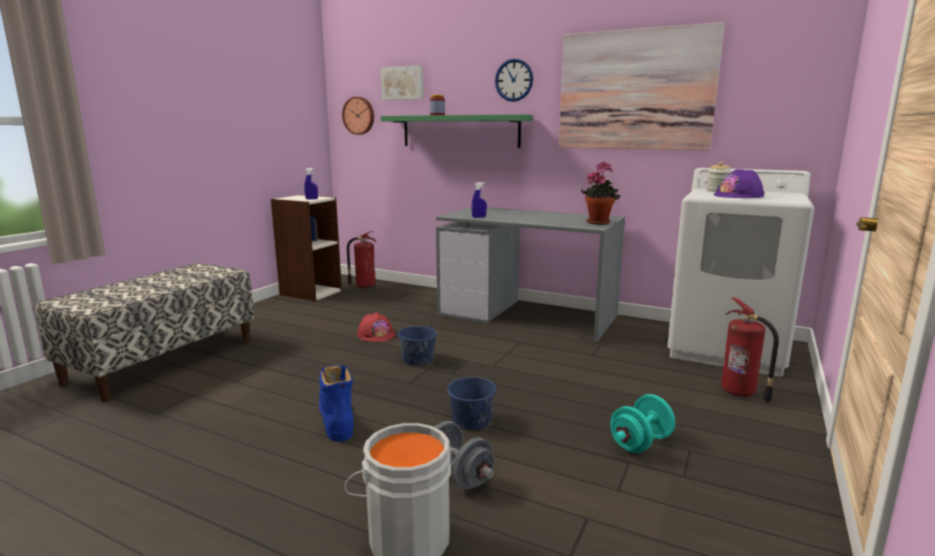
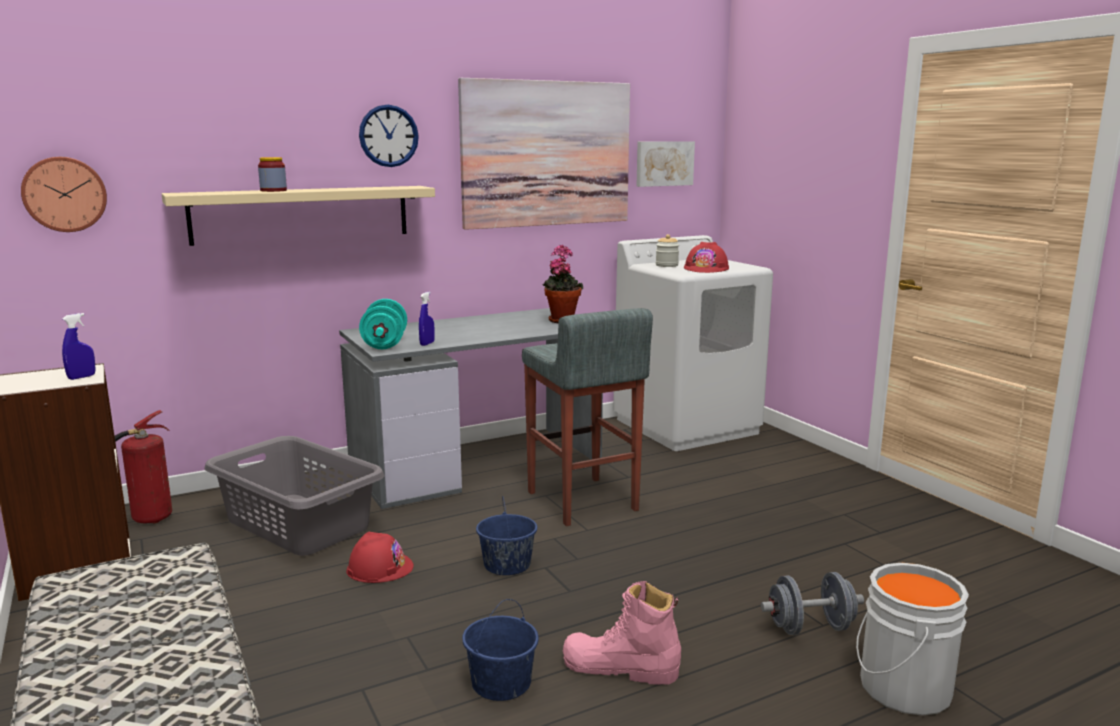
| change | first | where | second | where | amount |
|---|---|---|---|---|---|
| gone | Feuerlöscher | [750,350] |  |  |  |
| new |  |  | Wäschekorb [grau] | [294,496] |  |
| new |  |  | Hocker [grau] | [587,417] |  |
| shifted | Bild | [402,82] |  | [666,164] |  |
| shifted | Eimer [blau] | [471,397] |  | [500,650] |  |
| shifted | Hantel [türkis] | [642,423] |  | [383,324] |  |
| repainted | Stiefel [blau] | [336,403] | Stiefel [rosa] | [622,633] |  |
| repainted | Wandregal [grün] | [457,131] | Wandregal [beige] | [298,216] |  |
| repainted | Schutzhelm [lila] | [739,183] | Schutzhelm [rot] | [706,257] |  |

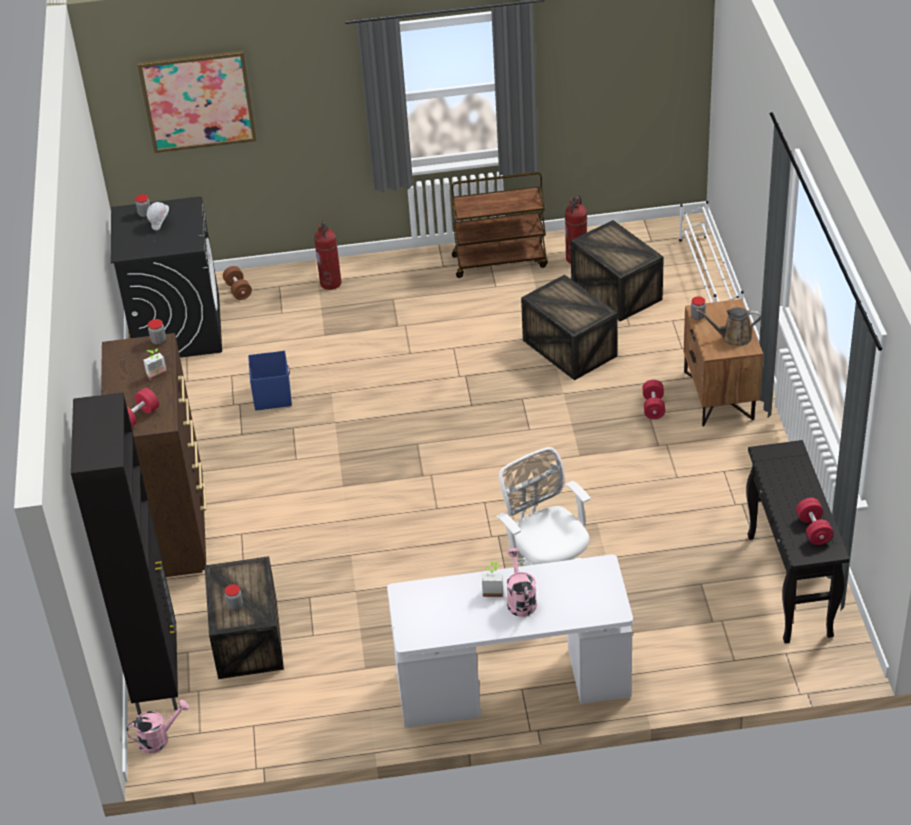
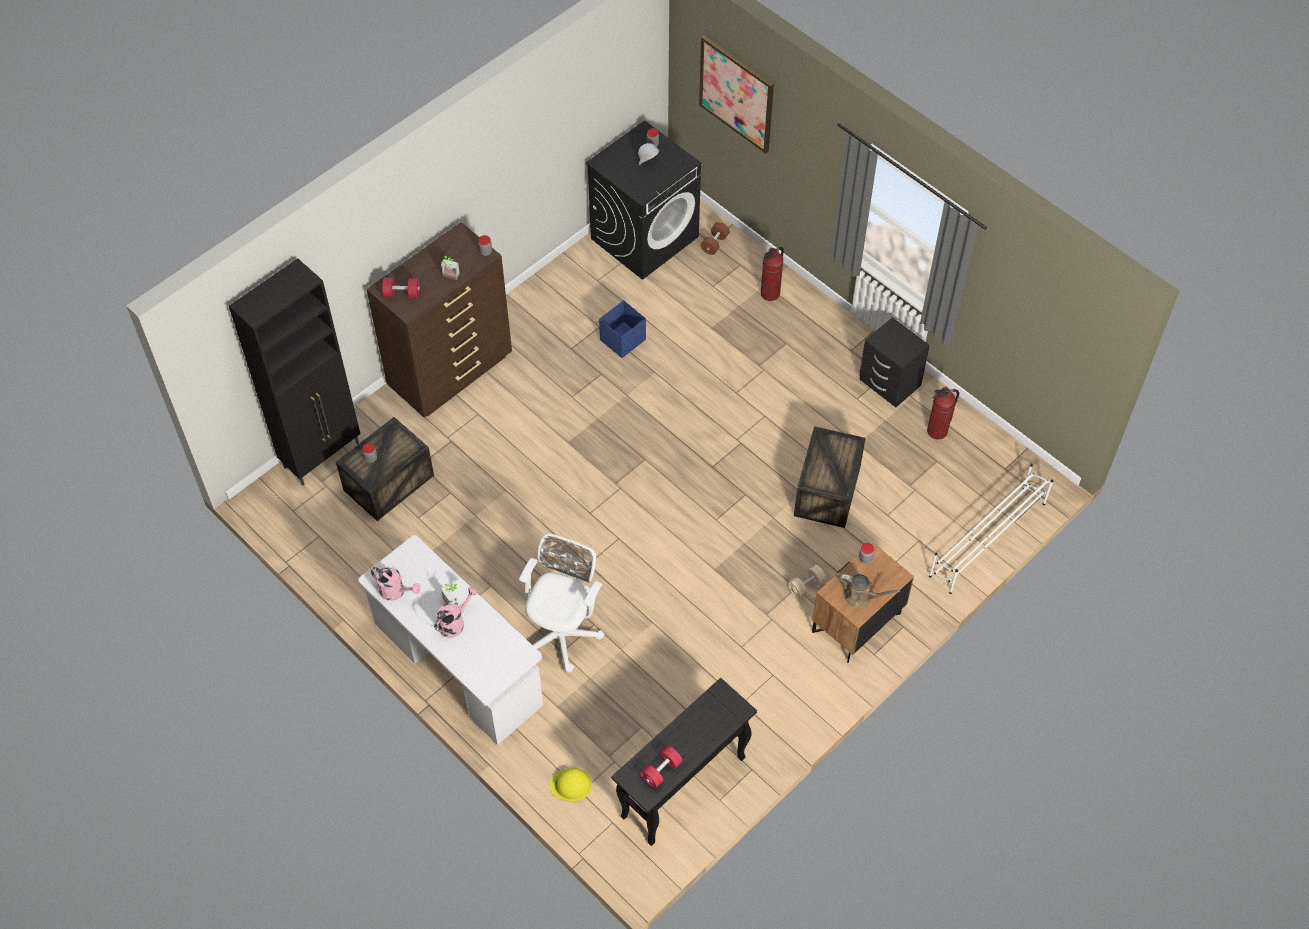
| change | first | where | second | where | amount |
|---|---|---|---|---|---|
| gone | Kiste | [617,271] |  |  |  |
| new |  |  | Schutzhelm [gelb] | [571,784] |  |
| shifted | Gießkanne [rosa] | [158,726] |  | [396,584] |  |
| swapped | Rollwagen [braun] | [499,225] | Nachttisch [schwarz] | [894,362] |  |
| repainted | Hantel [rot] | [653,399] | Hantel [beige] | [807,582] |  |
| rotated | Gießkanne [braun] | [728,326] |  | [869,591] | 150 degrees clockwise |

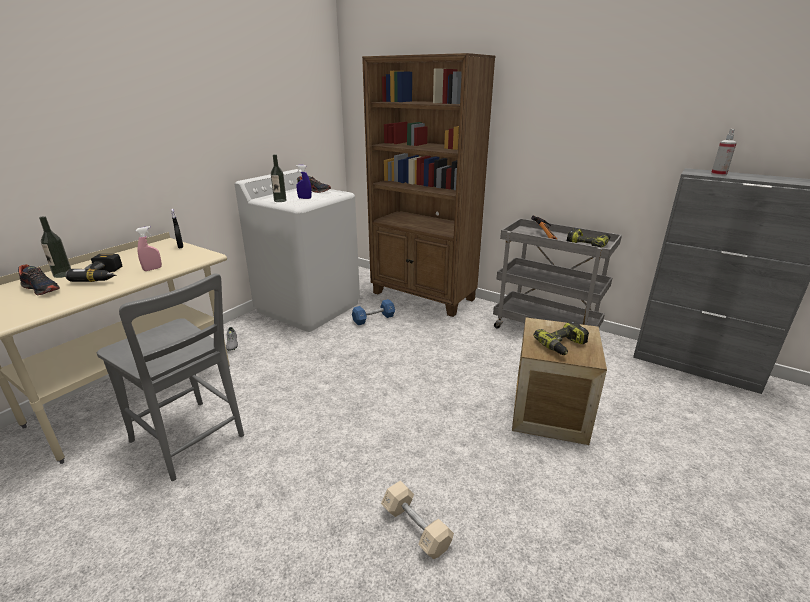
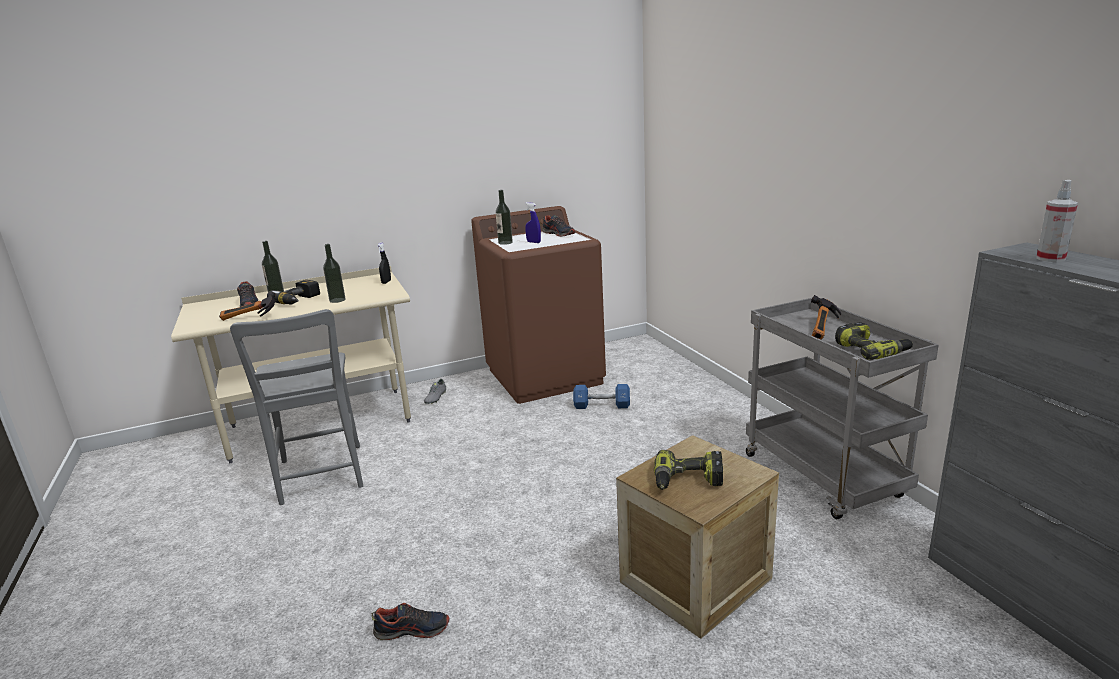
| change | first | where | second | where | amount |
|---|---|---|---|---|---|
| gone | Bücherregal [braun] | [428,185] |  |  |  |
| new |  |  | Hammer | [247,306] |  |
| swapped | Sprühflasche [rosa] | [149,248] | Flasche | [334,273] |  |
| swapped | Hantel [beige] | [417,520] | Schuh | [411,622] |  |
| repainted | Waschmaschine [weiß] | [297,250] | Waschmaschine [braun] | [538,305] |  |

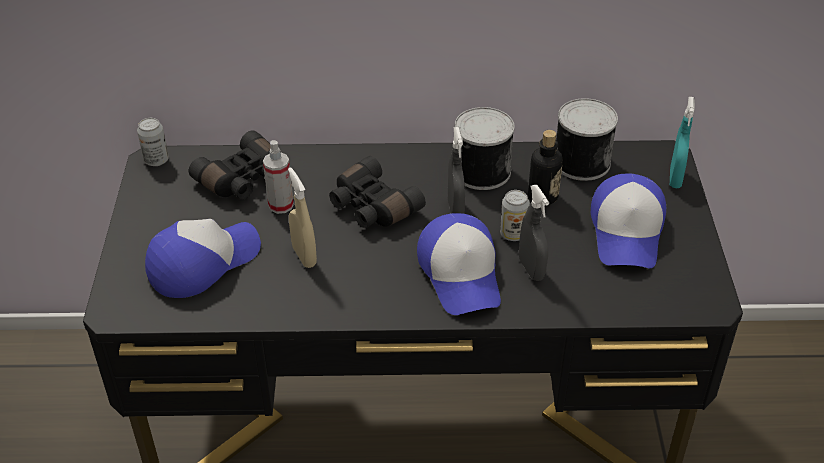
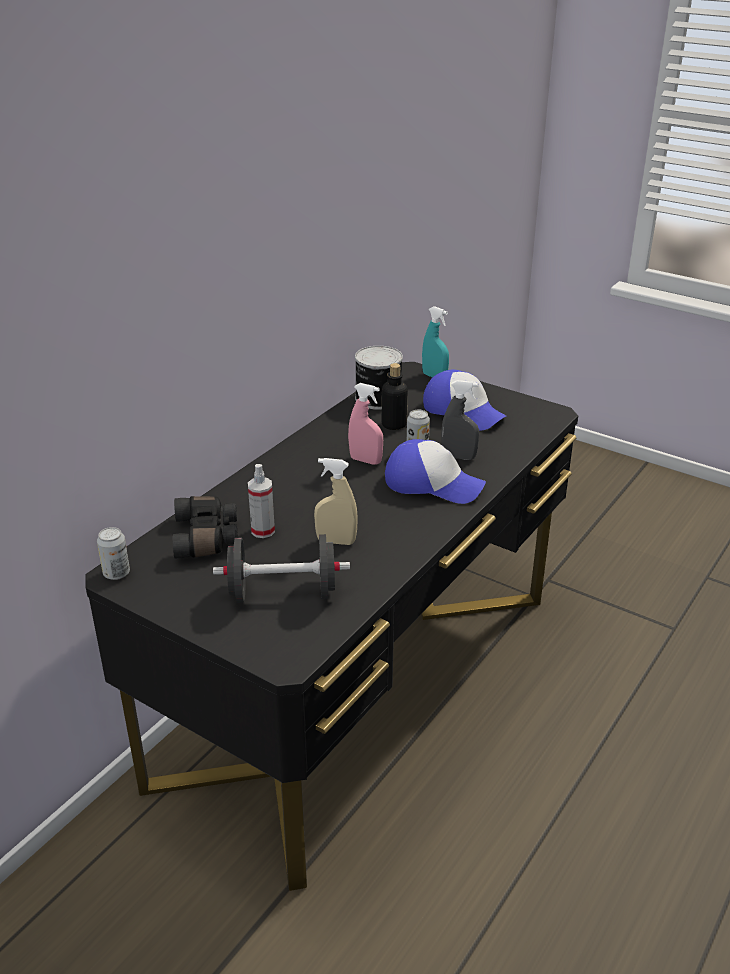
| change | first | where | second | where | amount |
|---|---|---|---|---|---|
| gone | Fernglas [schwarz] | [377,192] |  |  |  |
| gone | Dose | [485,148] |  |  |  |
| swapped | Kappe | [203,258] | Hantel [schwarz] | [281,568] |  |
| repainted | Sprühflasche [grau] | [456,170] | Sprühflasche [rosa] | [365,424] |  |

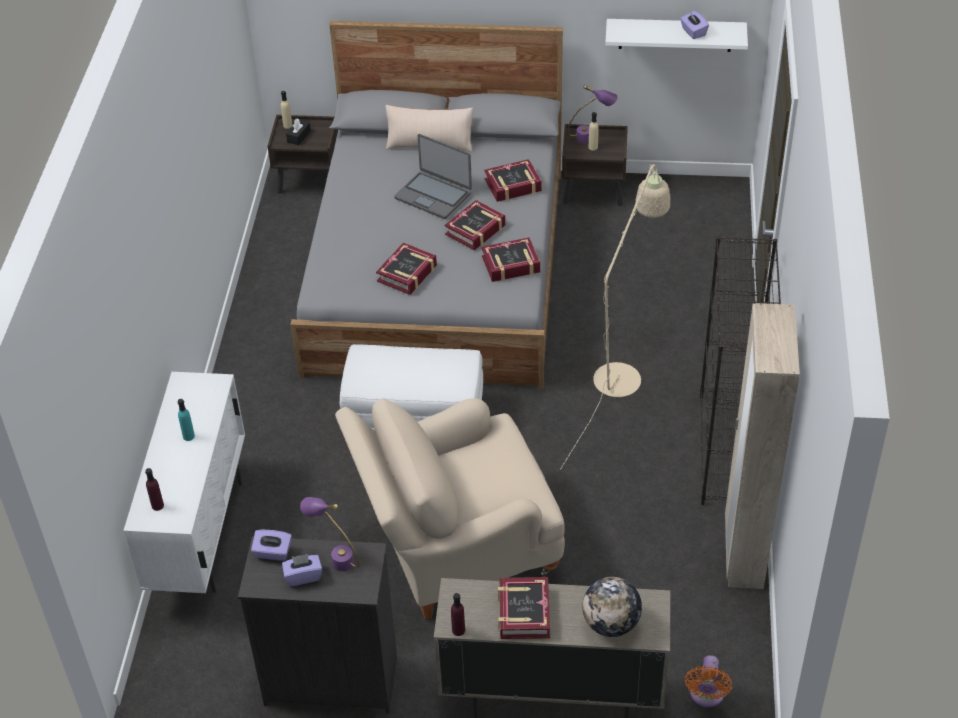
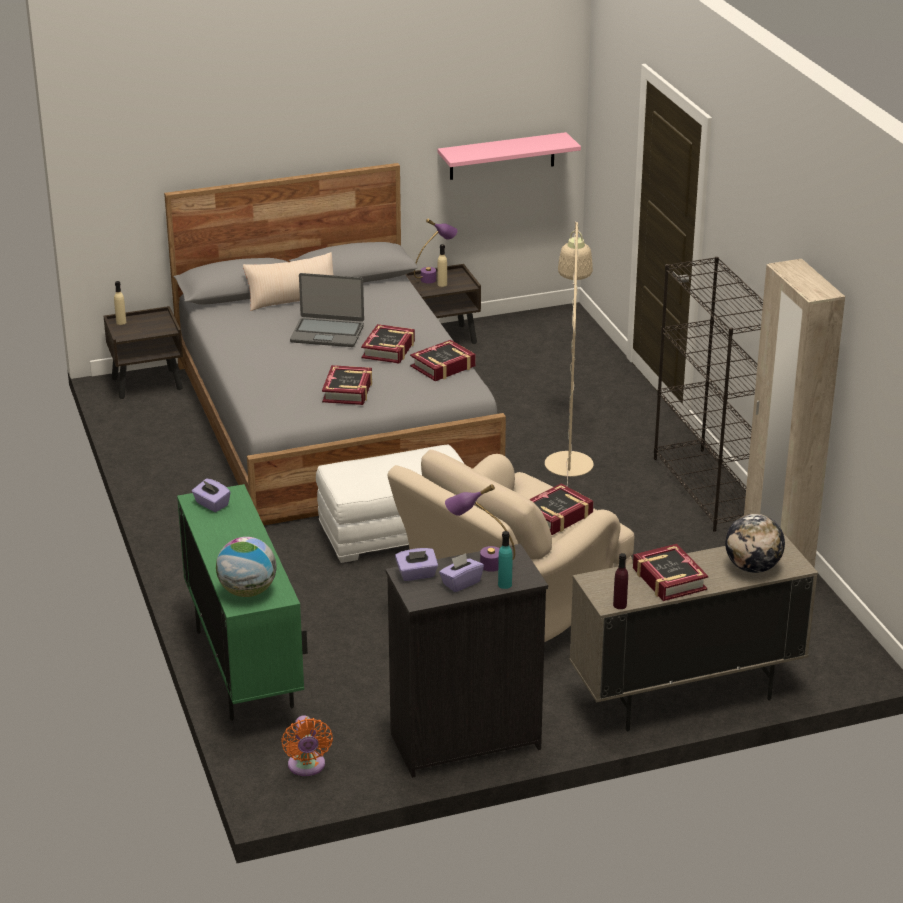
| change | first | where | second | where | amount |
|---|---|---|---|---|---|
| gone | Taschentuchbox [schwarz] | [298,132] |  |  |  |
| shifted | Flasche [türkis] | [186,420] |  | [505,560] |  |
| shifted | Buch | [513,180] |  | [561,509] |  |
| shifted | Taschentuchbox [lila] | [694,24] |  | [211,495] |  |
| shifted | Ventilator [orange] | [708,681] |  | [307,745] |  |
| swapped | Flasche [lila] | [154,489] | Globus | [246,567] |  |
| repainted | Schrank [weiß] | [184,482] | Schrank [grün] | [242,602] |  |
| repainted | Wandregal [weiß] | [676,35] | Wandregal [rosa] | [509,156] |  |

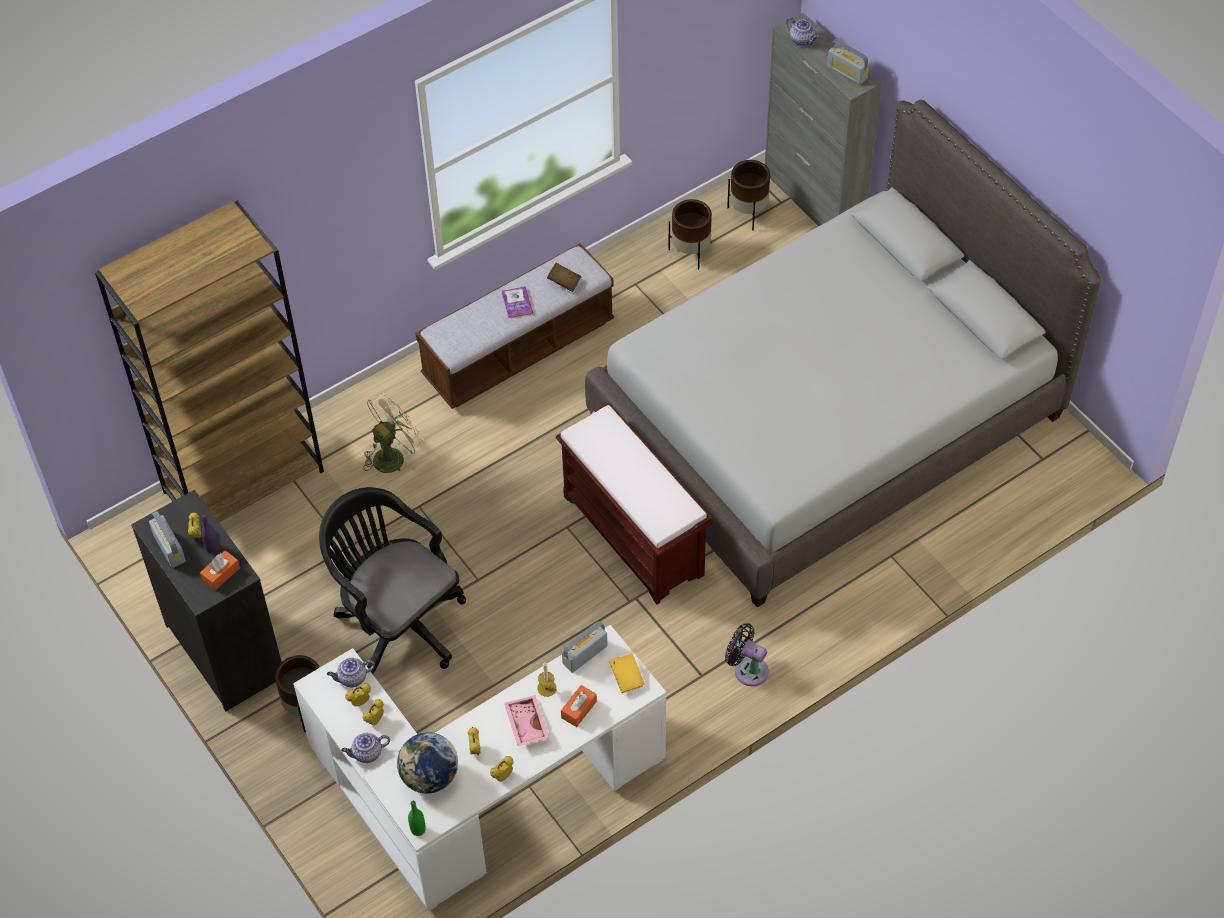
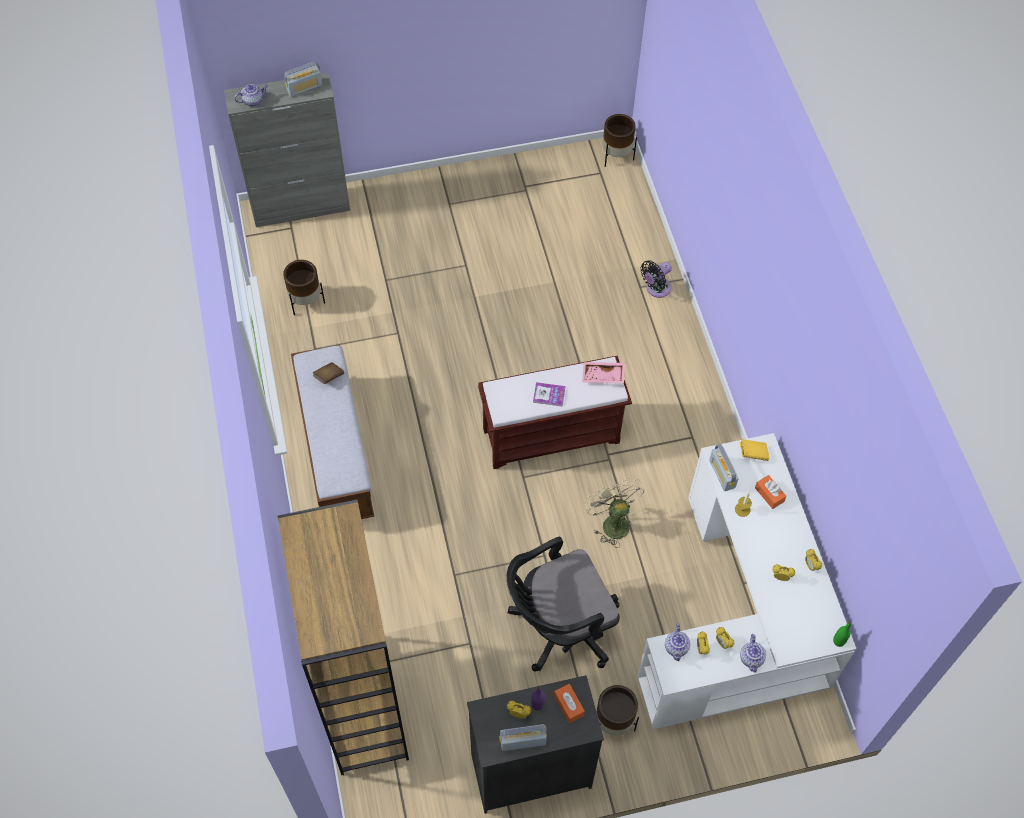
| change | first | where | second | where | amount |
|---|---|---|---|---|---|
| gone | Globus | [427,763] |  |  |  |
| gone | Bett [grau] | [843,354] |  |  |  |
| shifted | Ventilator [beige] | [393,433] |  | [614,513] |  |
| shifted | Buch | [517,302] |  | [549,394] |  |
| shifted | Tablett [rosa] | [527,720] |  | [603,372] |  |
| shifted | Ventilator [schwarz] | [747,654] |  | [656,279] |  |
| shifted | Pflanzkübel [braun] | [748,195] |  | [619,140] |  |

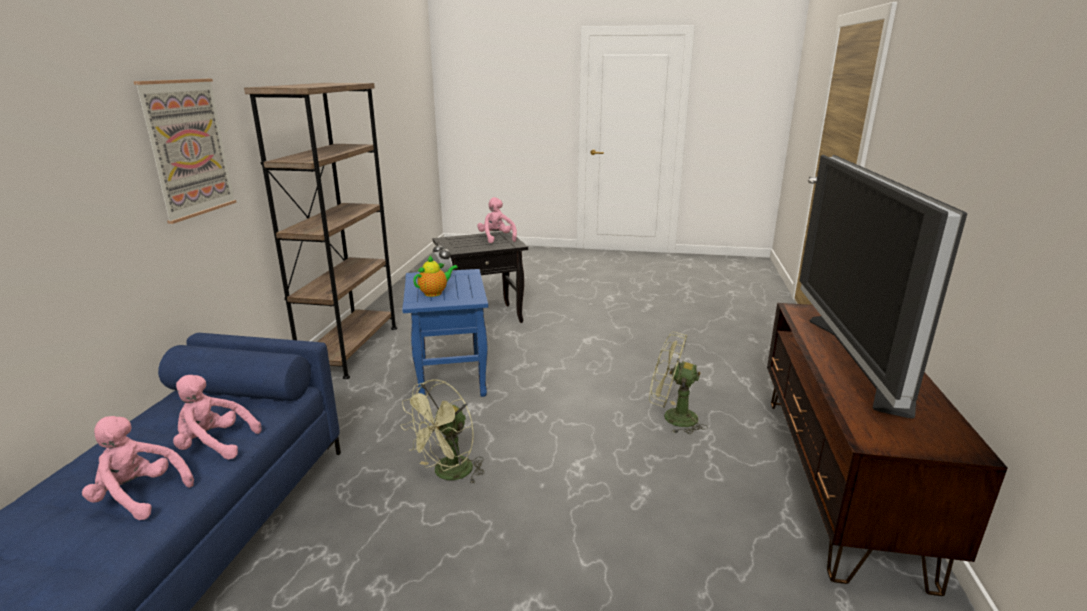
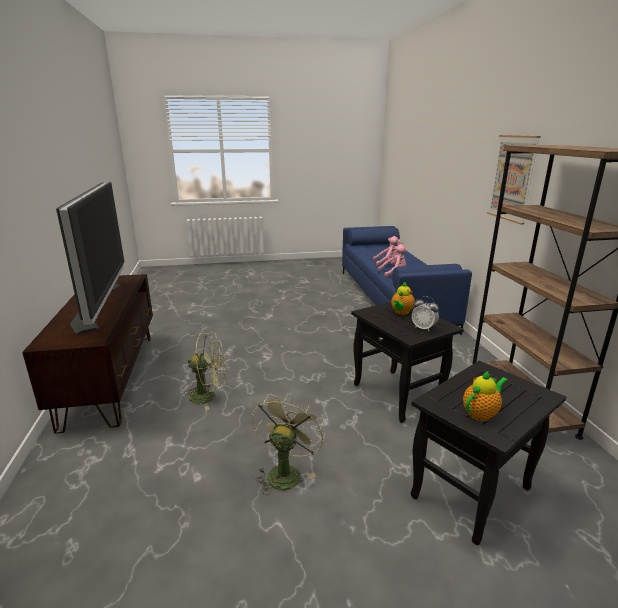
| change | first | where | second | where | amount |
|---|---|---|---|---|---|
| shifted | Ventilator [grün] | [442,431] |  | [288,444] |  |
| swapped | Plüschtier [rosa] | [497,220] | Teekanne | [485,395] |  |
| repainted | Beistelltisch [blau] | [445,333] | Beistelltisch [schwarz] | [407,362] |  |

